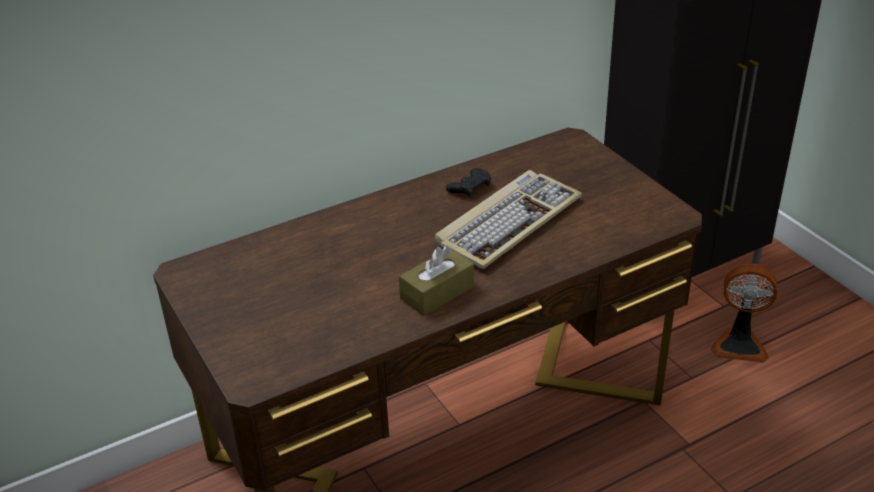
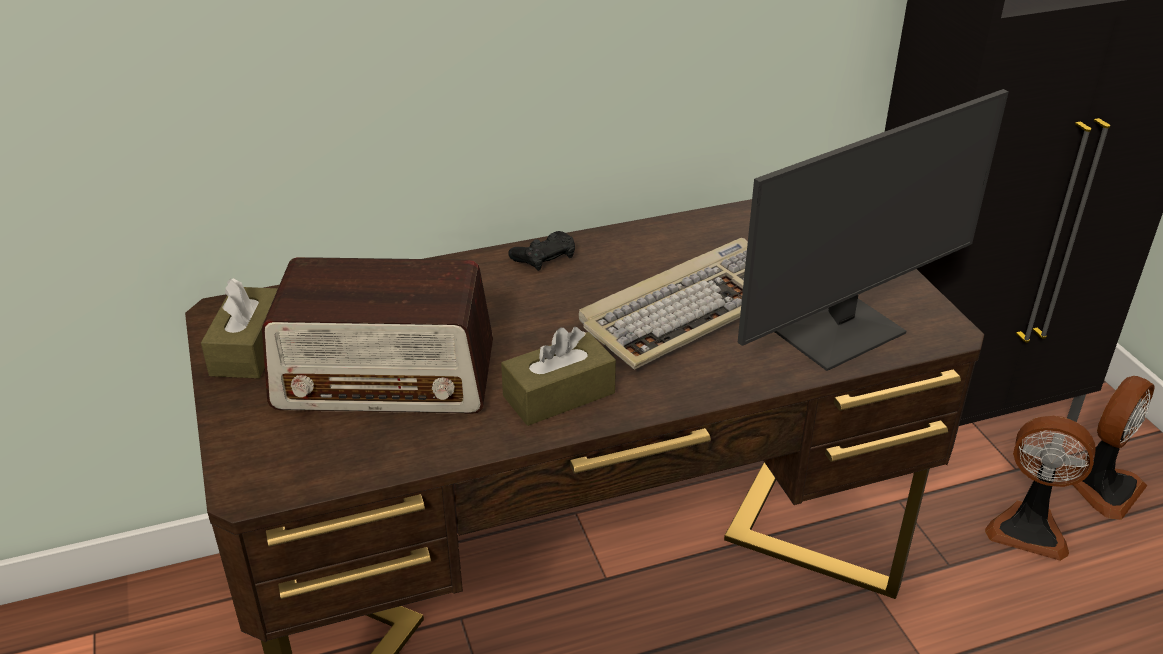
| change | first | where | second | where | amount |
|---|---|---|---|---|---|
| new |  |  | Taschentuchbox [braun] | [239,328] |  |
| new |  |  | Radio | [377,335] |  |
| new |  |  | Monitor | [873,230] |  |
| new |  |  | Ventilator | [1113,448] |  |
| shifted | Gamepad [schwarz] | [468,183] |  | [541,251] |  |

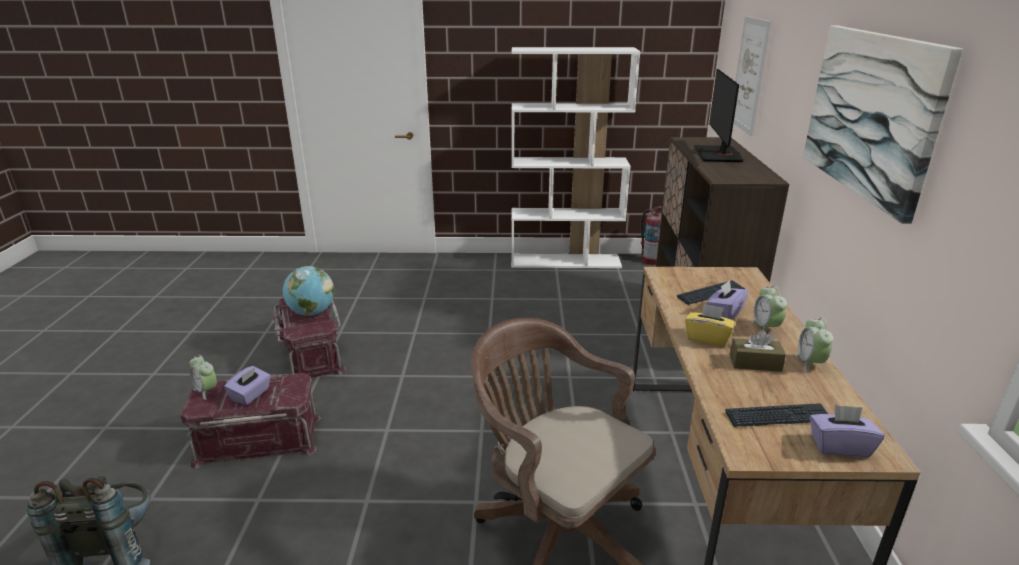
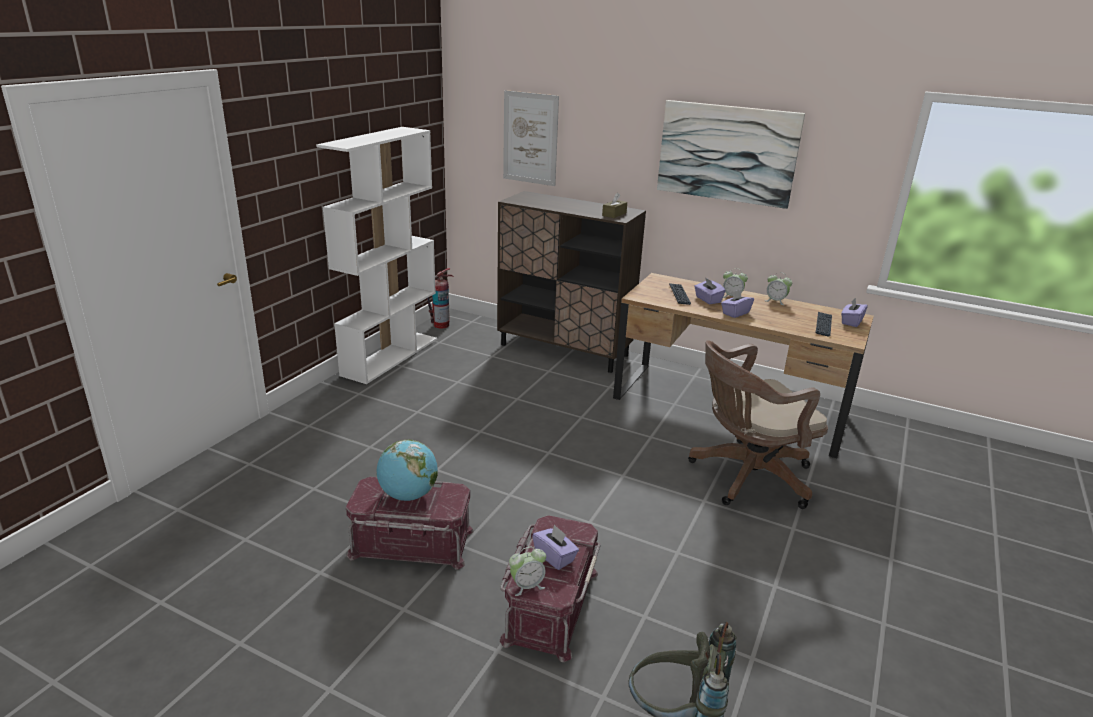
| change | first | where | second | where | amount |
|---|---|---|---|---|---|
| gone | Monitor | [718,115] |  |  |  |
| shifted | Taschentuchbox [braun] | [758,351] |  | [614,205] |  |
| repainted | Taschentuchbox [gelb] | [710,325] | Taschentuchbox [lila] | [737,304] |  |

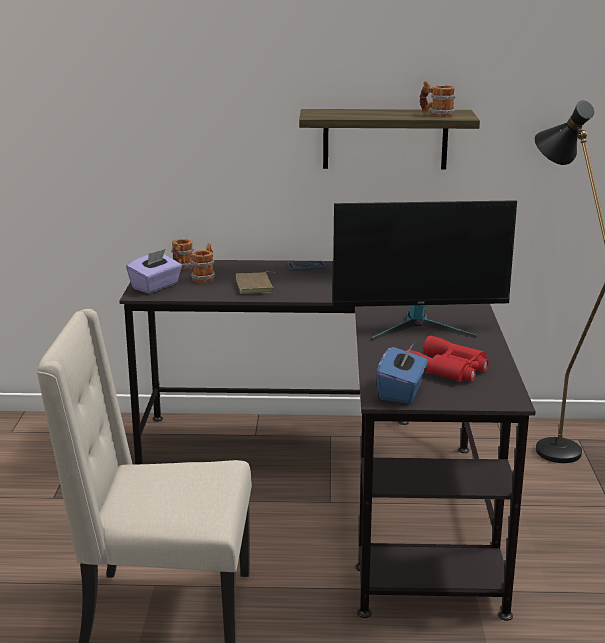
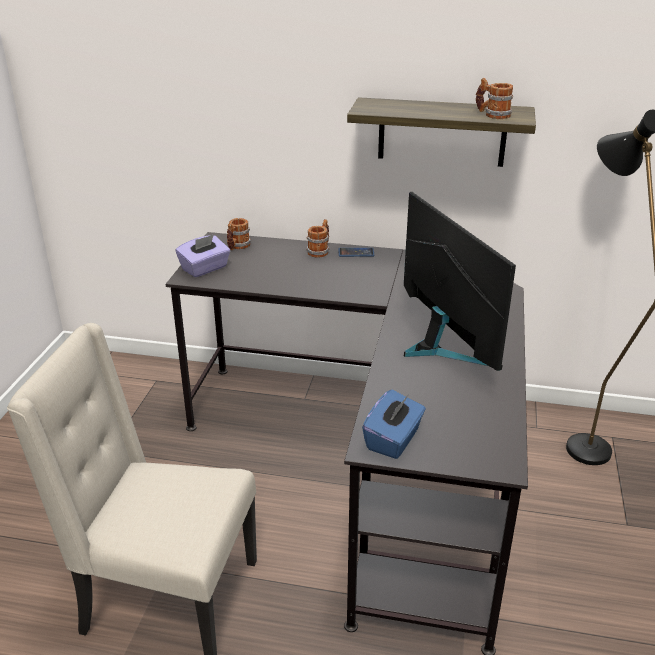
| change | first | where | second | where | amount |
|---|---|---|---|---|---|
| gone | Buch [braun] | [256,282] |  |  |  |
| gone | Fernglas [rot] | [447,358] |  |  |  |
| shifted | Henkelbecher | [203,263] |  | [317,238] |  |
| rotated | Monitor | [425,270] |  | [460,281] | 120 degrees counterclockwise |

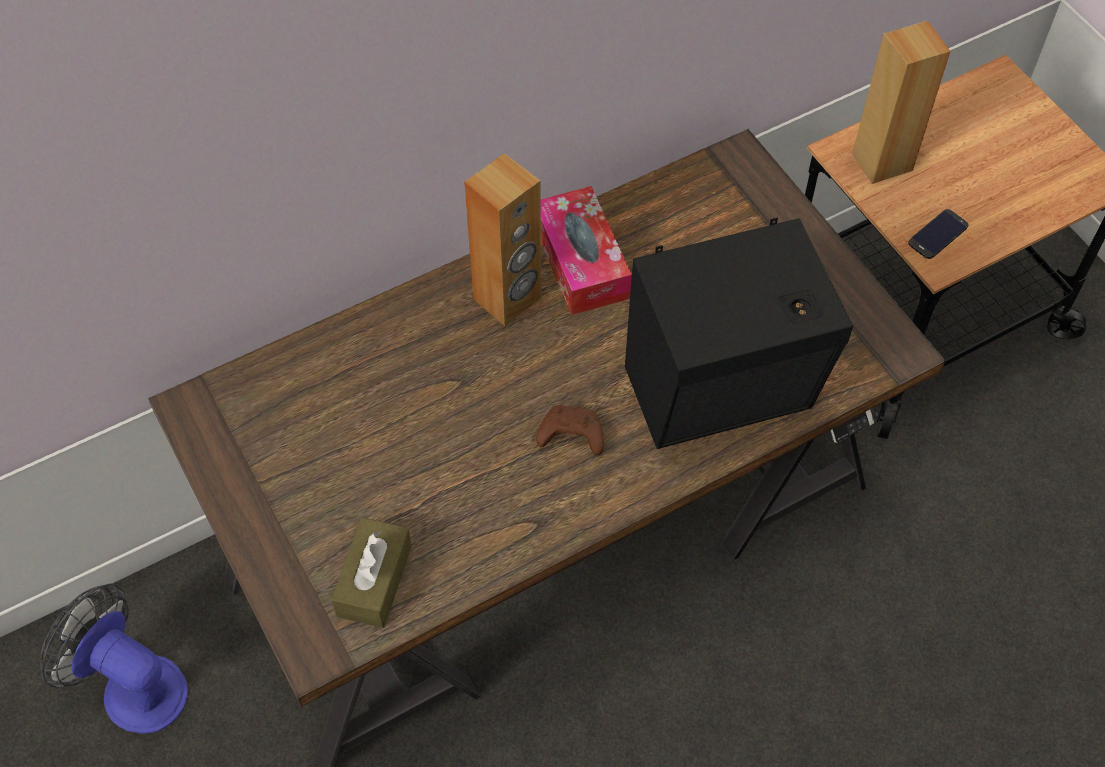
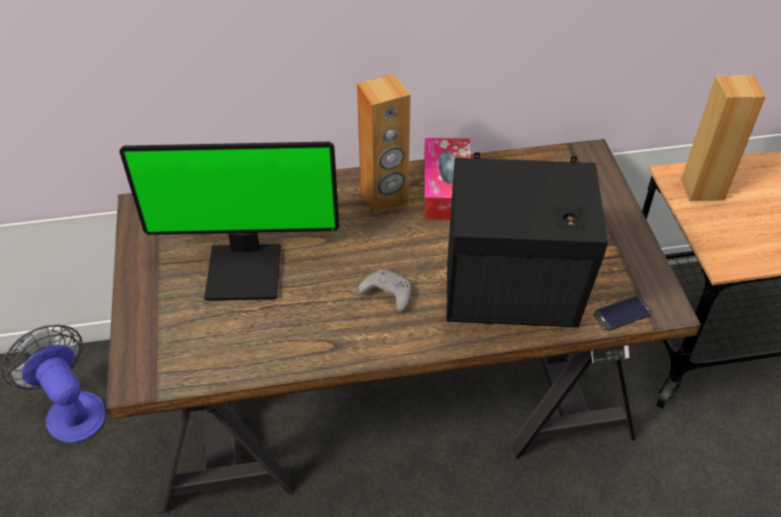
| change | first | where | second | where | amount |
|---|---|---|---|---|---|
| gone | Taschentuchbox [braun] | [371,572] |  |  |  |
| new |  |  | Monitor | [229,221] |  |
| shifted | Handy | [938,234] |  | [623,313] |  |
| repainted | Gamepad [braun] | [570,430] | Gamepad [grau] | [384,290] |  |

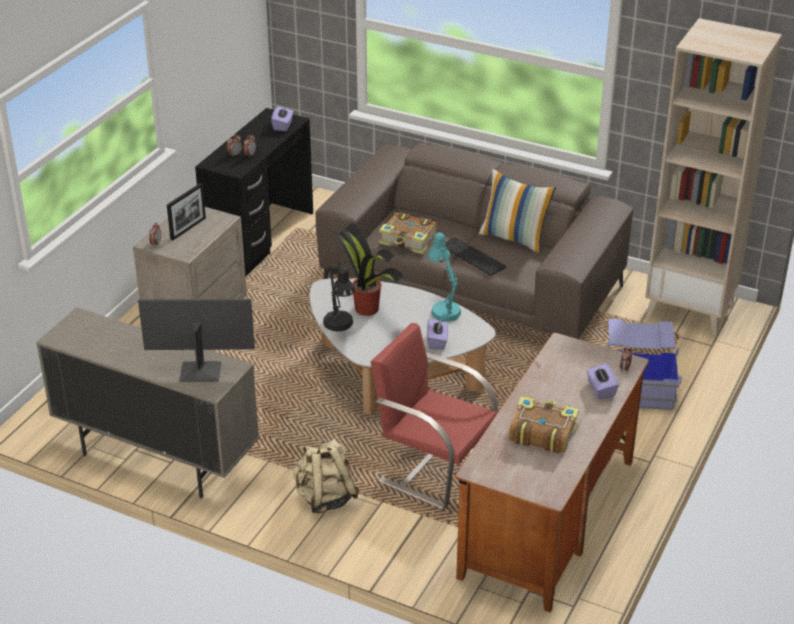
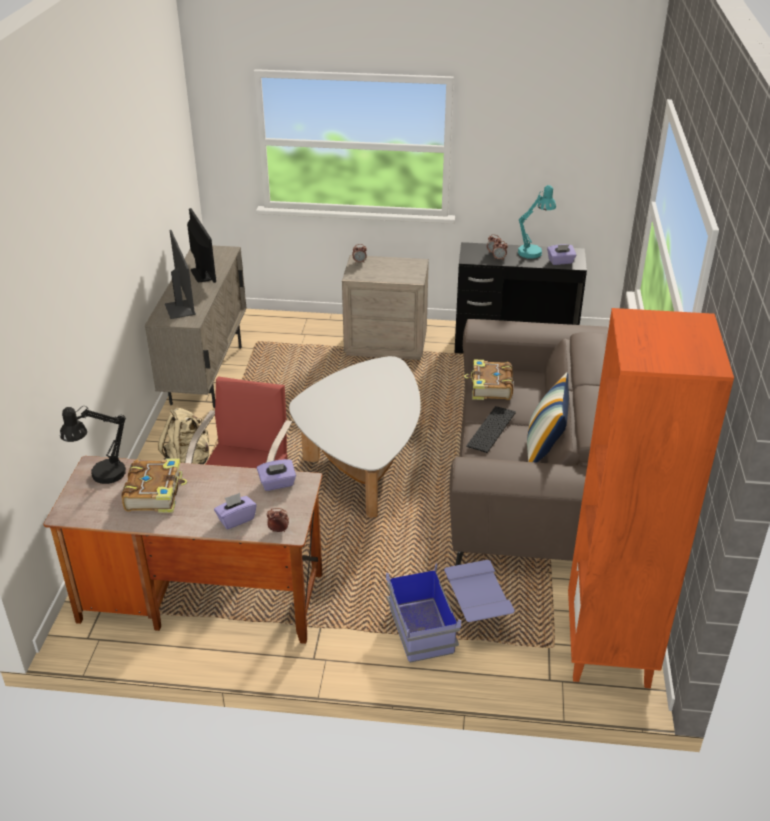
| change | first | where | second | where | amount |
|---|---|---|---|---|---|
| gone | Bilderrahmen | [186,212] |  |  |  |
| gone | Topfpflanze | [367,269] |  |  |  |
| new |  |  | Monitor | [201,245] |  |
| shifted | Tischlampe [schwarz] | [339,297] |  | [93,445] |  |
| shifted | Taschentuchbox [lila] | [437,334] |  | [276,475] |  |
| shifted | Tischlampe [türkis] | [444,277] |  | [537,222] |  |
| repainted | Bücherregal [beige] | [713,176] | Bücherregal [orange] | [651,498] |  |

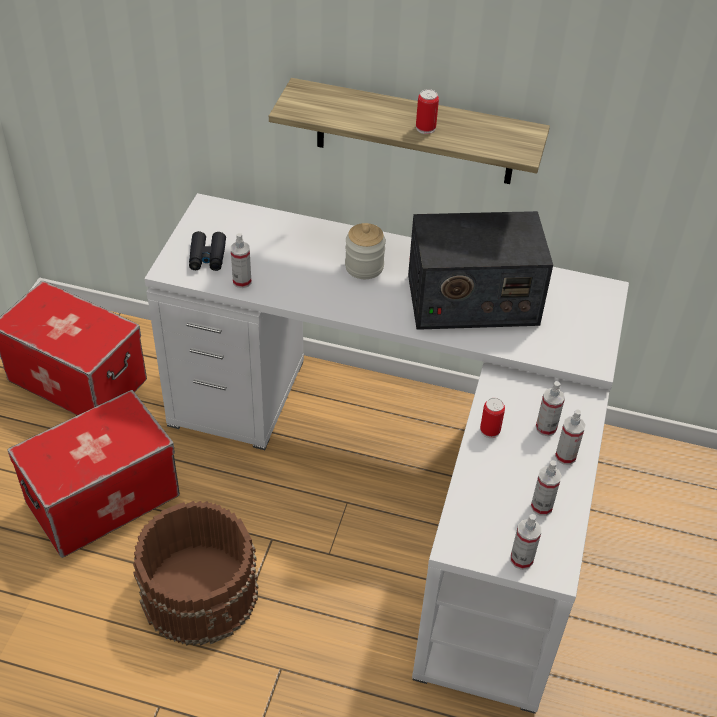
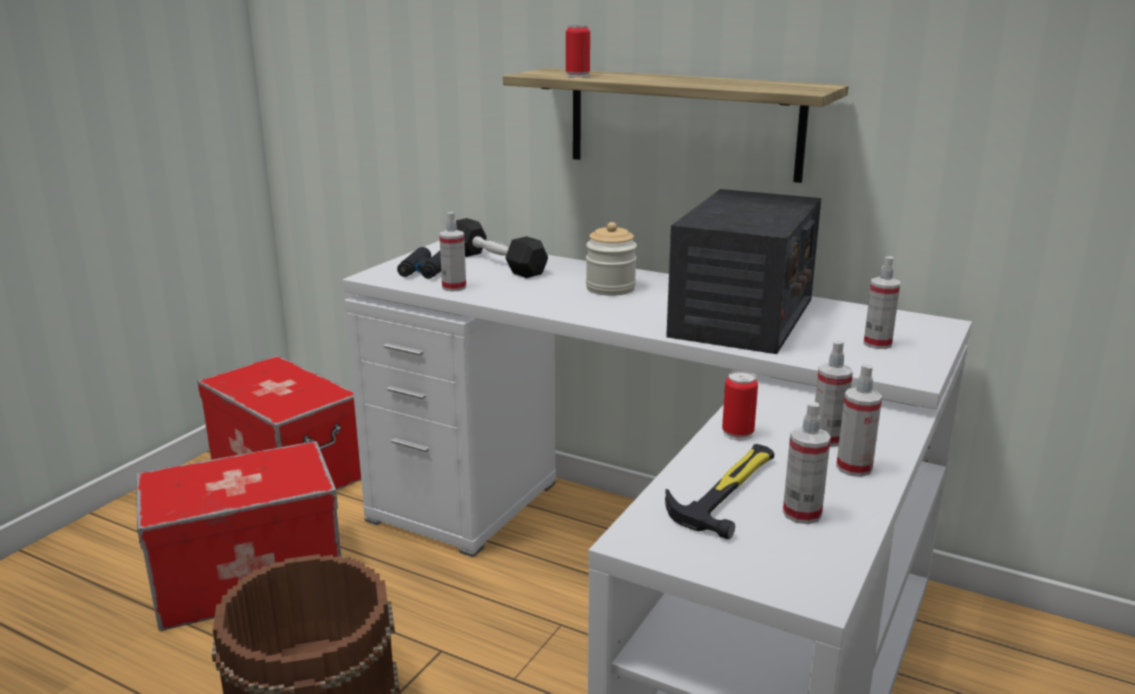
| change | first | where | second | where | amount |
|---|---|---|---|---|---|
| new |  |  | Hantel [schwarz] | [502,248] |  |
| new |  |  | Hammer | [719,491] |  |
| shifted | Dose | [427,111] |  | [578,51] |  |
| shifted | Sprühflasche | [526,542] |  | [881,302] |  |
| rotated | Radio | [480,270] |  | [743,271] | 75 degrees counterclockwise |

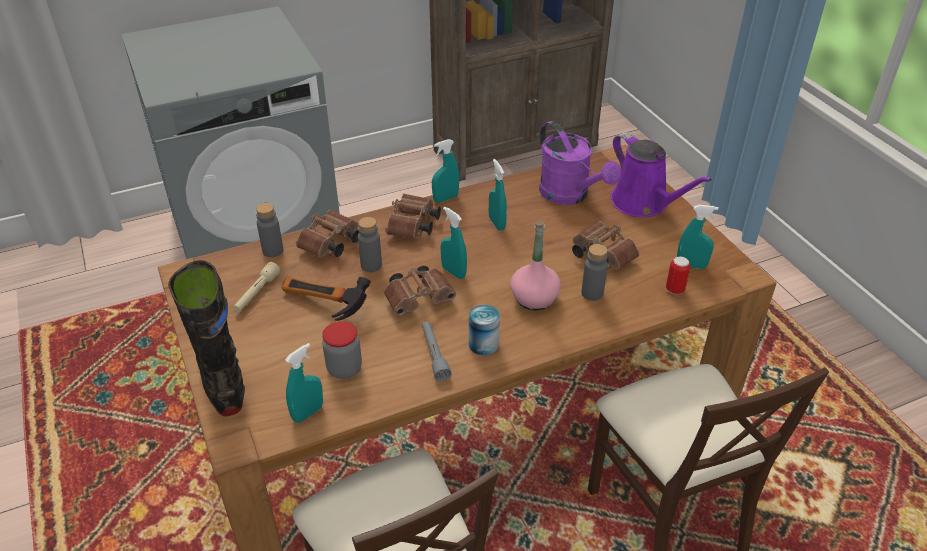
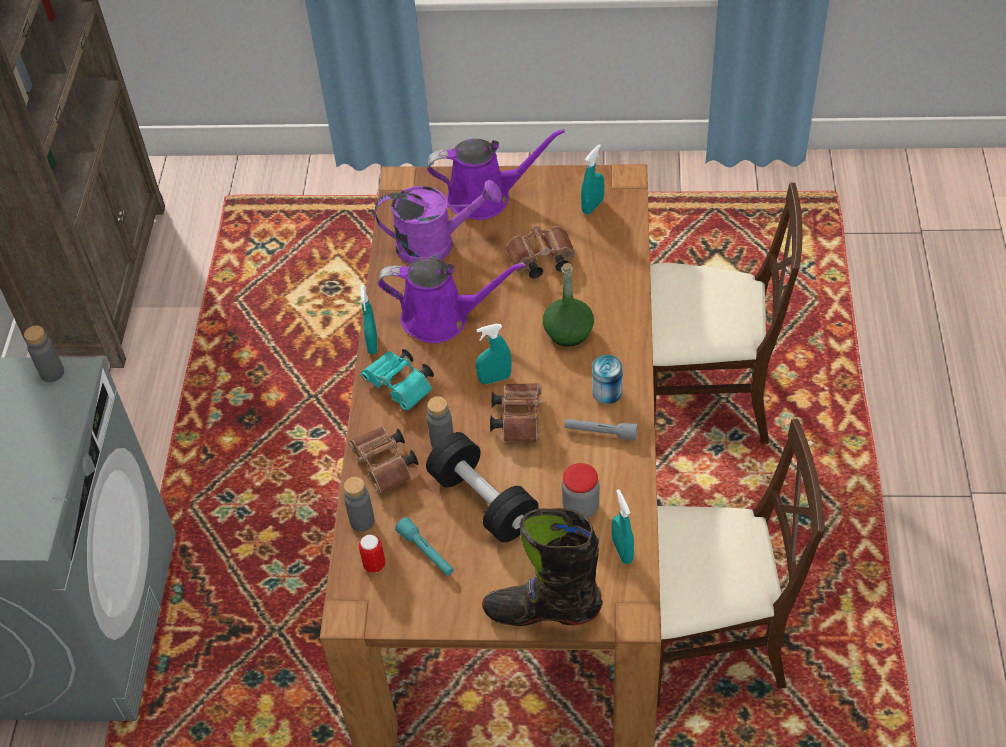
| change | first | where | second | where | amount |
|---|---|---|---|---|---|
| shifted | Flasche [grau] | [594,272] |  | [44,353] |  |
| shifted | Dose | [678,275] |  | [372,554] |  |
| swapped | Hammer | [326,298] | Hantel [schwarz] | [482,487] |  |
| swapped | Sprühflasche [türkis] | [498,195] | Gießkanne [lila] | [451,300] |  |
| repainted | Taschenlampe [beige] | [256,287] | Taschenlampe [türkis] | [424,546] |  |
| repainted | Fernglas [braun] | [413,216] | Fernglas [türkis] | [397,380] |  |
| repainted | Flasche [rosa] | [535,265] | Flasche [grün] | [568,305] |  |

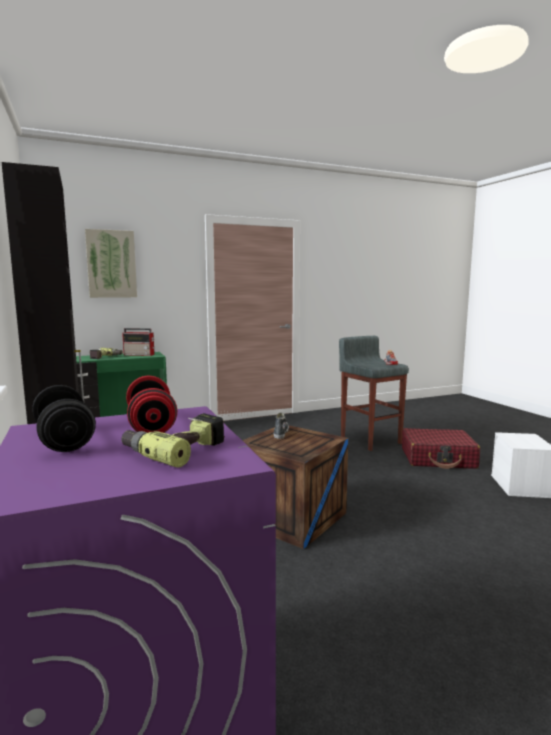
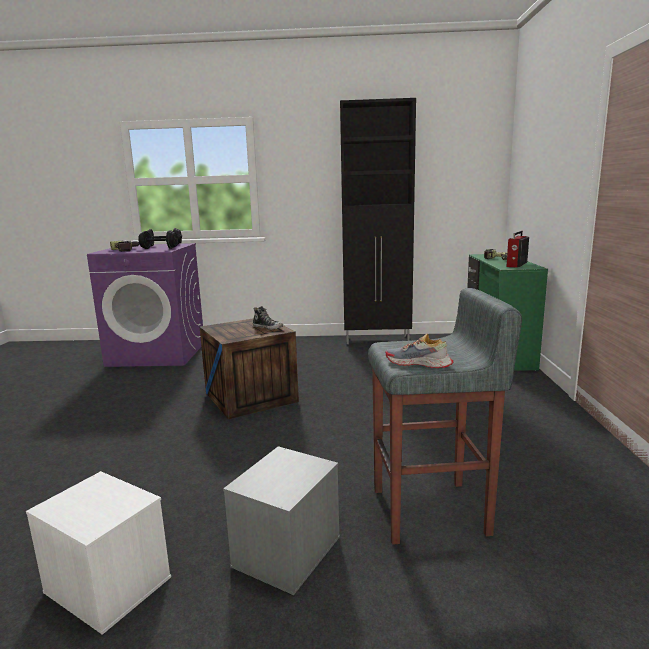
| change | first | where | second | where | amount |
|---|---|---|---|---|---|
| gone | Bild | [111,263] |  |  |  |
| swapped | Koffer [rot] | [441,448] | Aufbewahrungsbox [grau] | [281,520] |  |
| repainted | Hantel [rot] | [151,404] | Hantel [schwarz] | [158,239] |  |

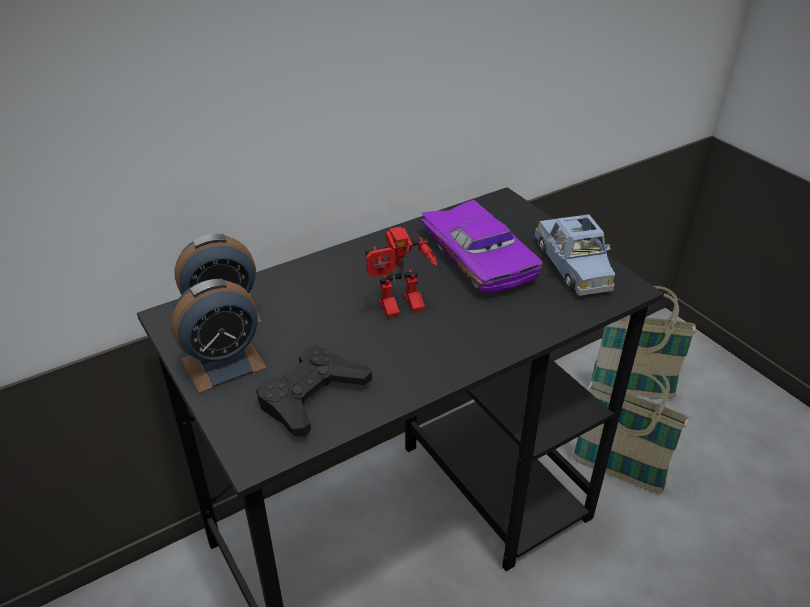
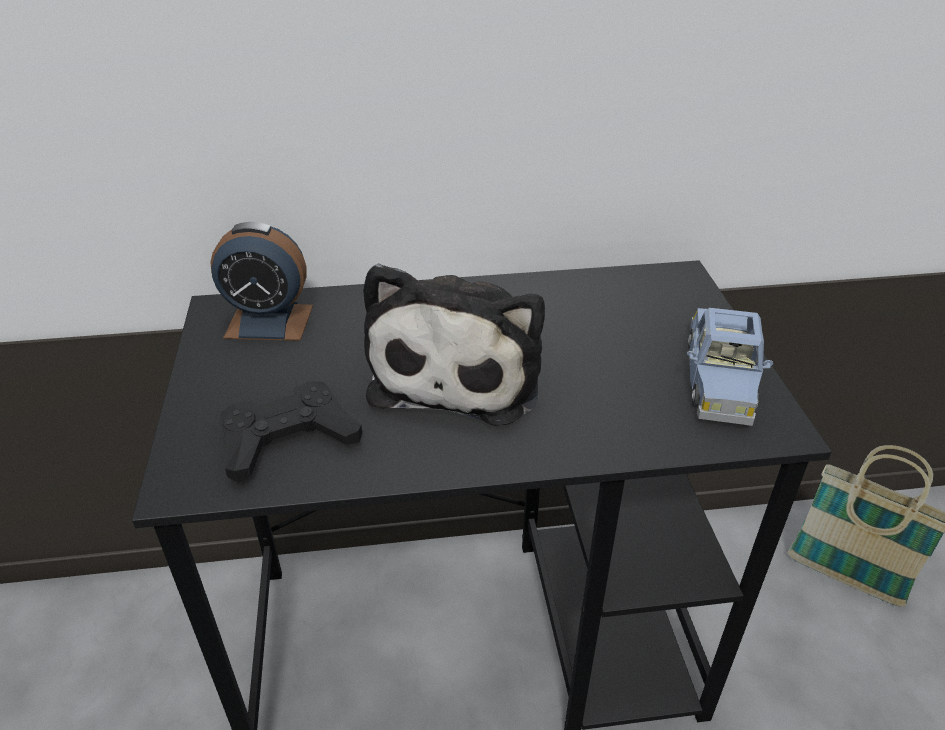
| change | first | where | second | where | amount |
|---|---|---|---|---|---|
| gone | Wecker | [219,336] |  |  |  |
| gone | Spielzeugauto [lila] | [482,247] |  |  |  |
| gone | Korb | [630,427] |  |  |  |
| swapped | Spielzeugroboter | [401,272] | Plüschtier | [454,344] |  |

